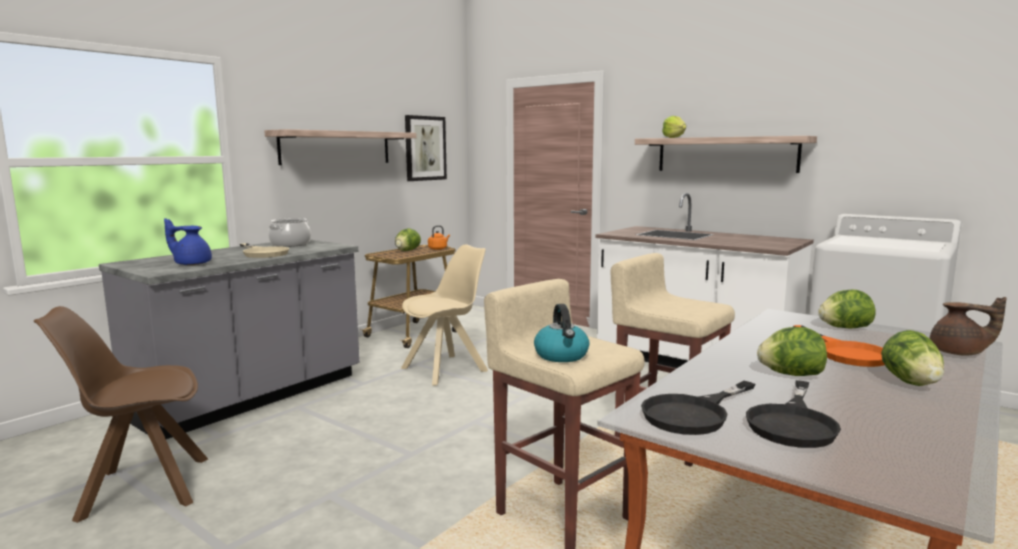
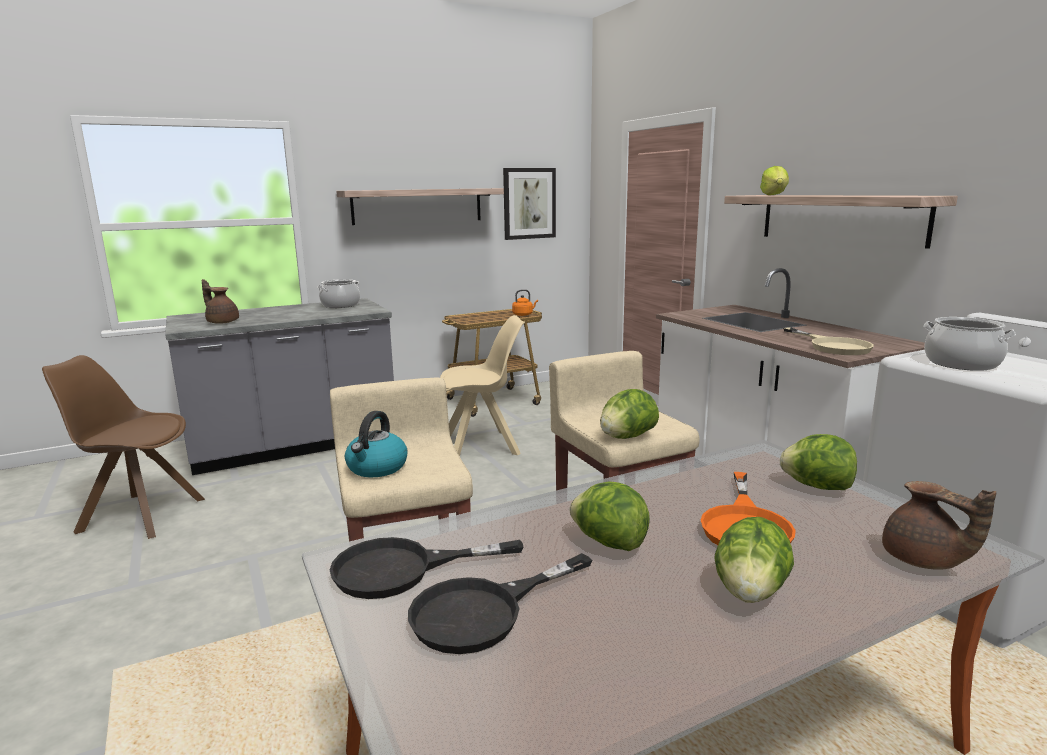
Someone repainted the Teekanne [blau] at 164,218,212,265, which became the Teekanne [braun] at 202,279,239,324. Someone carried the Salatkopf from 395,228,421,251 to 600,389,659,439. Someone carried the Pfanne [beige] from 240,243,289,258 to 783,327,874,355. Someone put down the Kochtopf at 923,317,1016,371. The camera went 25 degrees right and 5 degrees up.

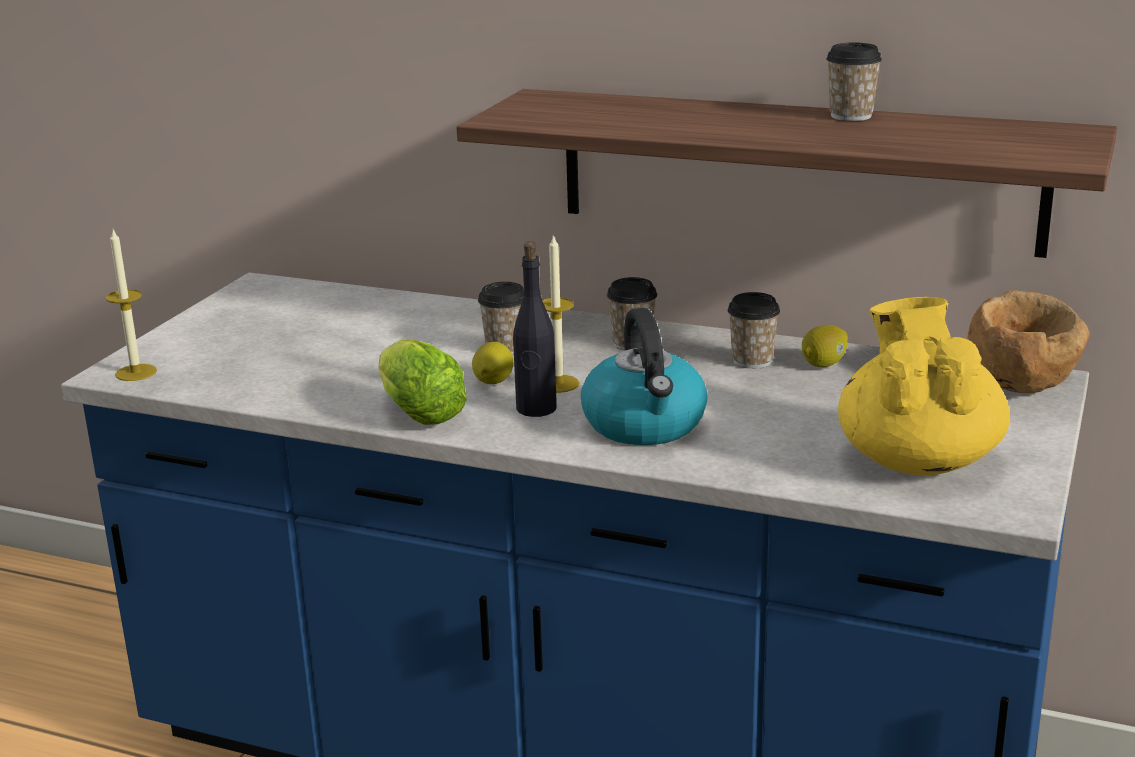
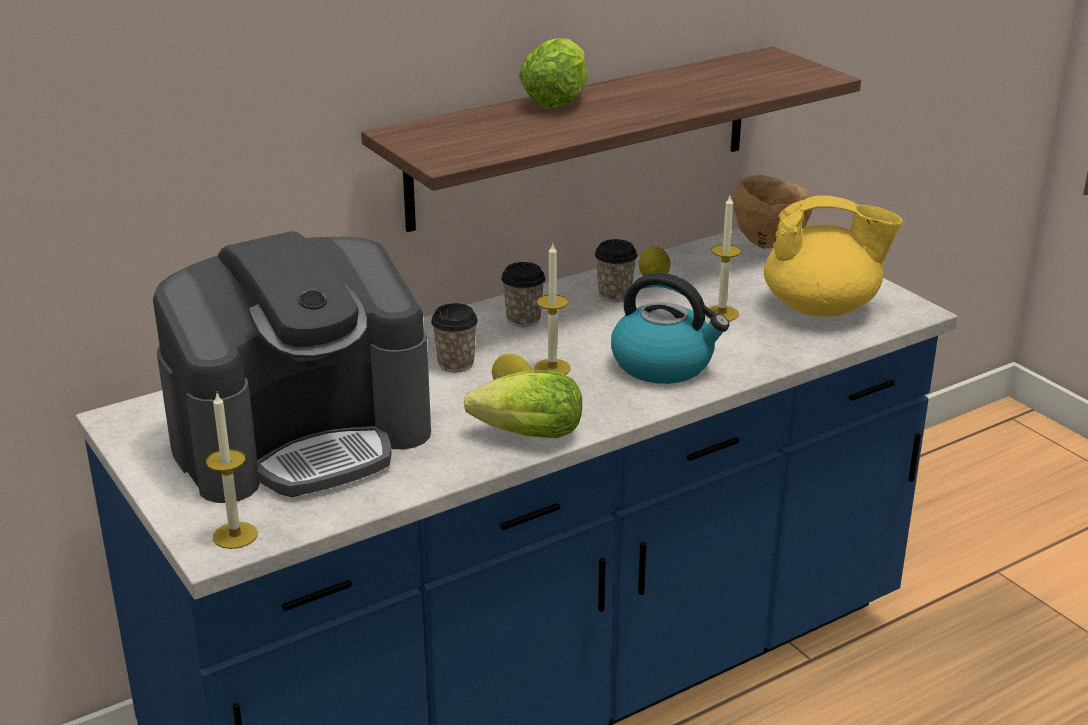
Someone took away the Tasse at 826,43,882,121. Someone took away the Flasche [schwarz] at 513,241,557,417. Someone rotated the Teekanne [gelb] at 838,297,1010,475 by 150 degrees clockwise. Someone put down the Salatkopf at 519,38,587,108. Someone put down the Kerze at 706,196,741,321. Someone put down the Kaffeemaschine at 153,231,431,503. The camera went 55 degrees left and 5 degrees up.

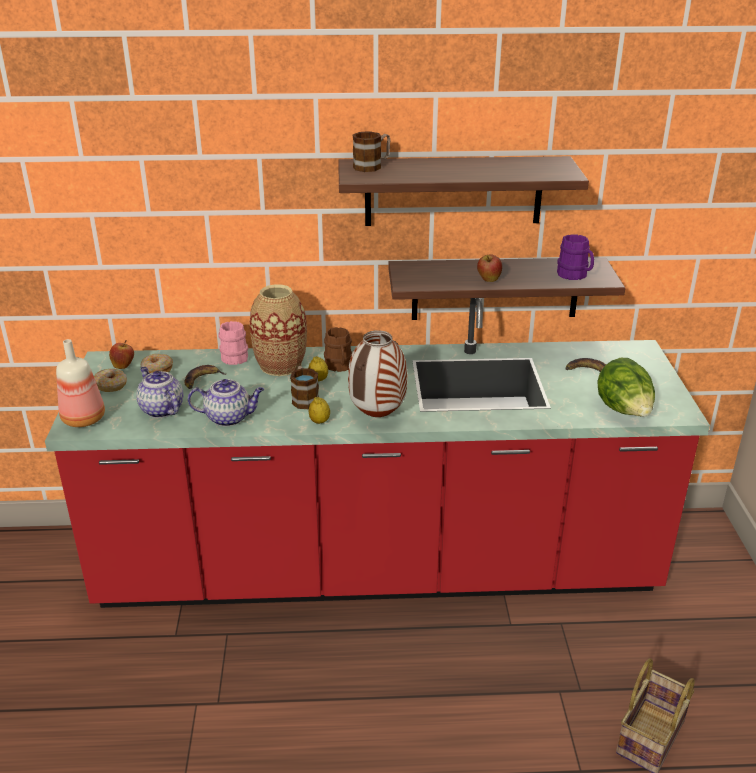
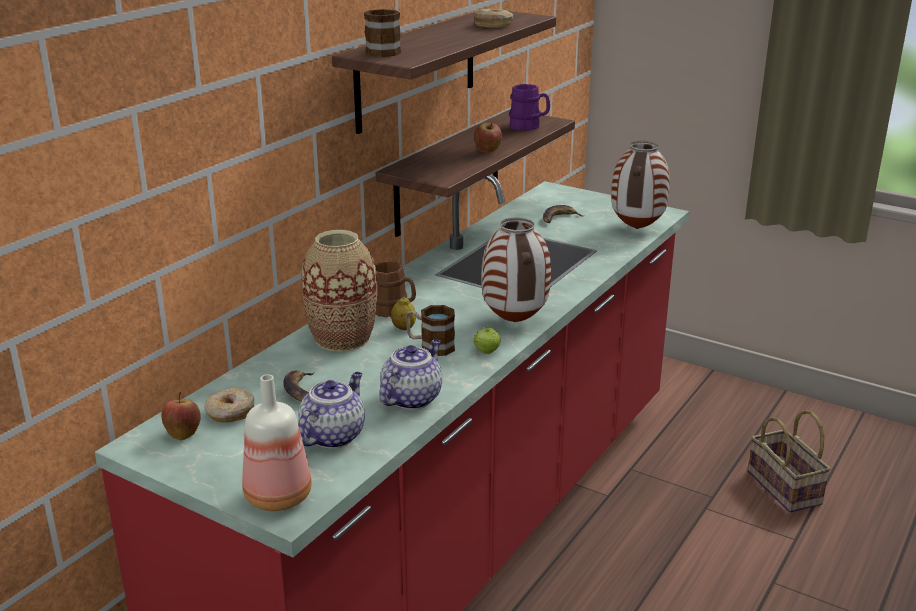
Someone took away the Henkelbecher [rosa] at 218,321,248,365. Someone swapped the Salatkopf at 597,358,655,417 for the Vase at 611,141,670,229. Someone rotated the Teekanne at 136,367,184,418 by 120 degrees clockwise. Someone carried the Donut from 94,369,127,392 to 474,9,513,28. Someone swapped the Zitrone at 308,397,330,424 for the Apfel at 474,326,501,354. The camera went 55 degrees left and 5 degrees down.

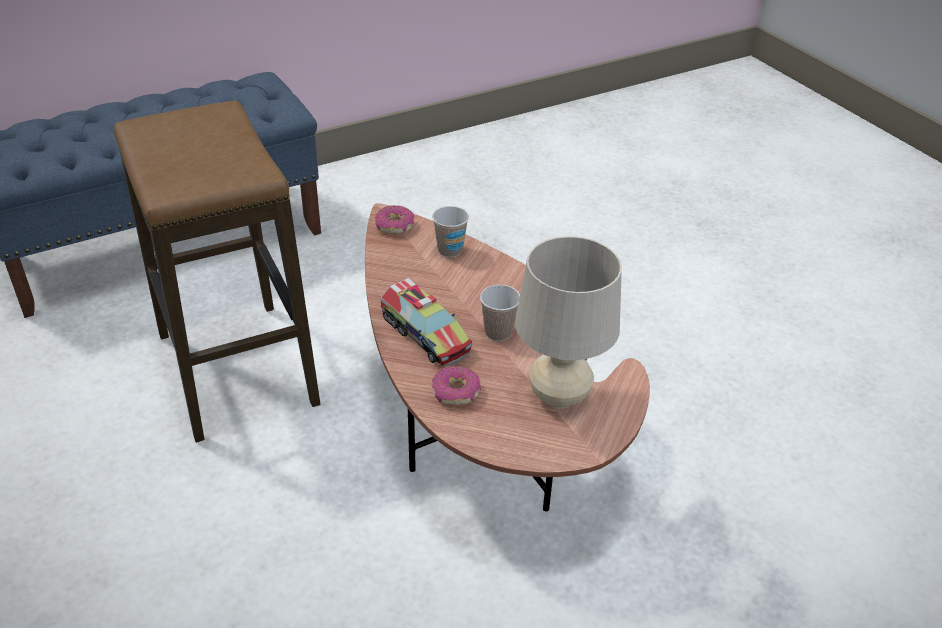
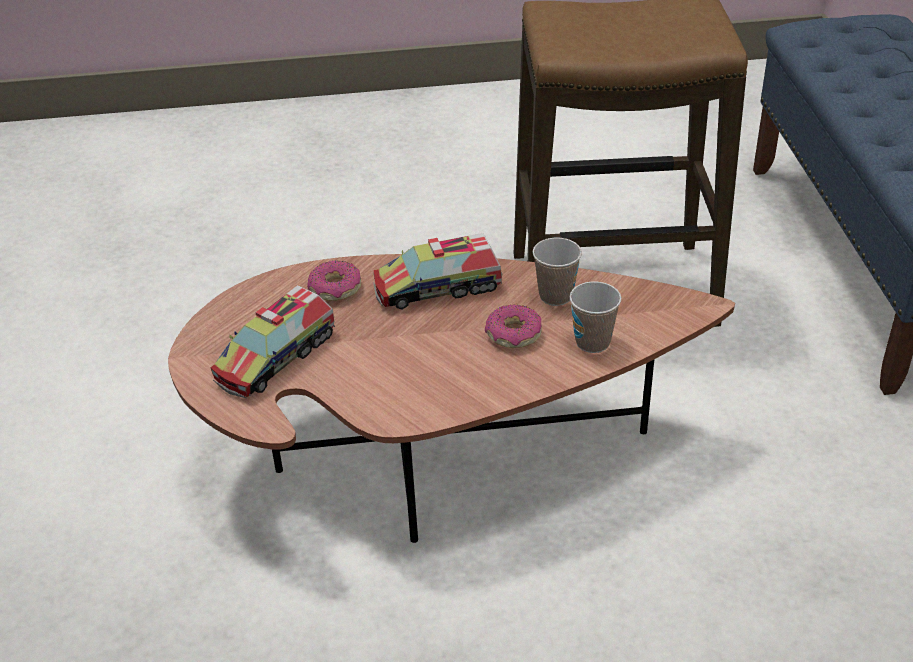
Someone carried the Donut from 375,205,414,234 to 485,305,542,348. Someone swapped the Tischlampe [beige] at 515,236,622,408 for the Spielzeuglaster at 210,285,335,398. Someone carried the Tasse from 480,285,520,341 to 533,238,582,306. The camera went 115 degrees right and 0 degrees up.

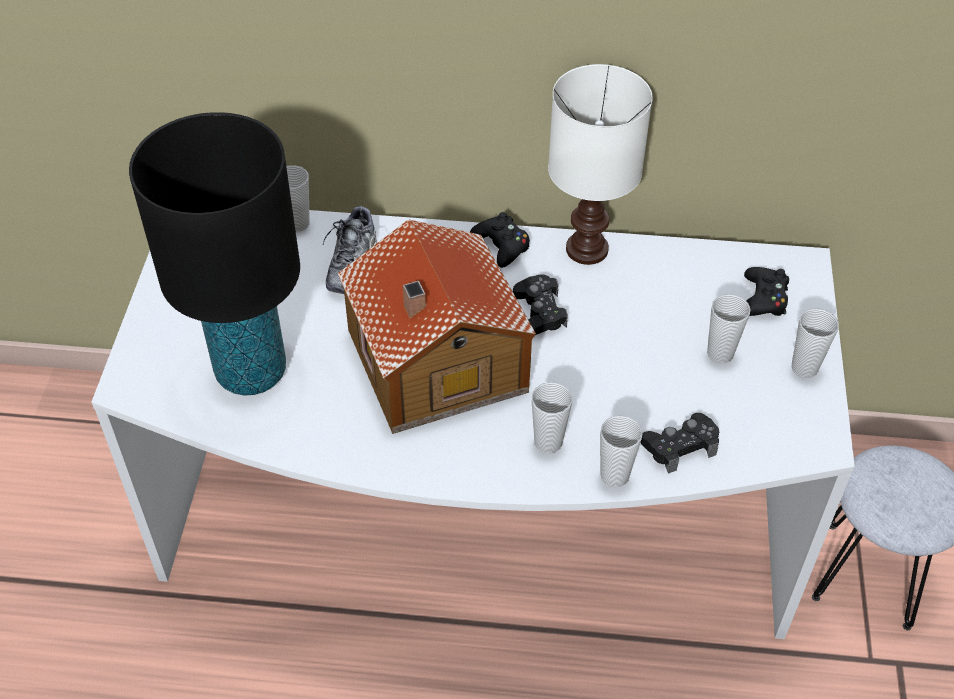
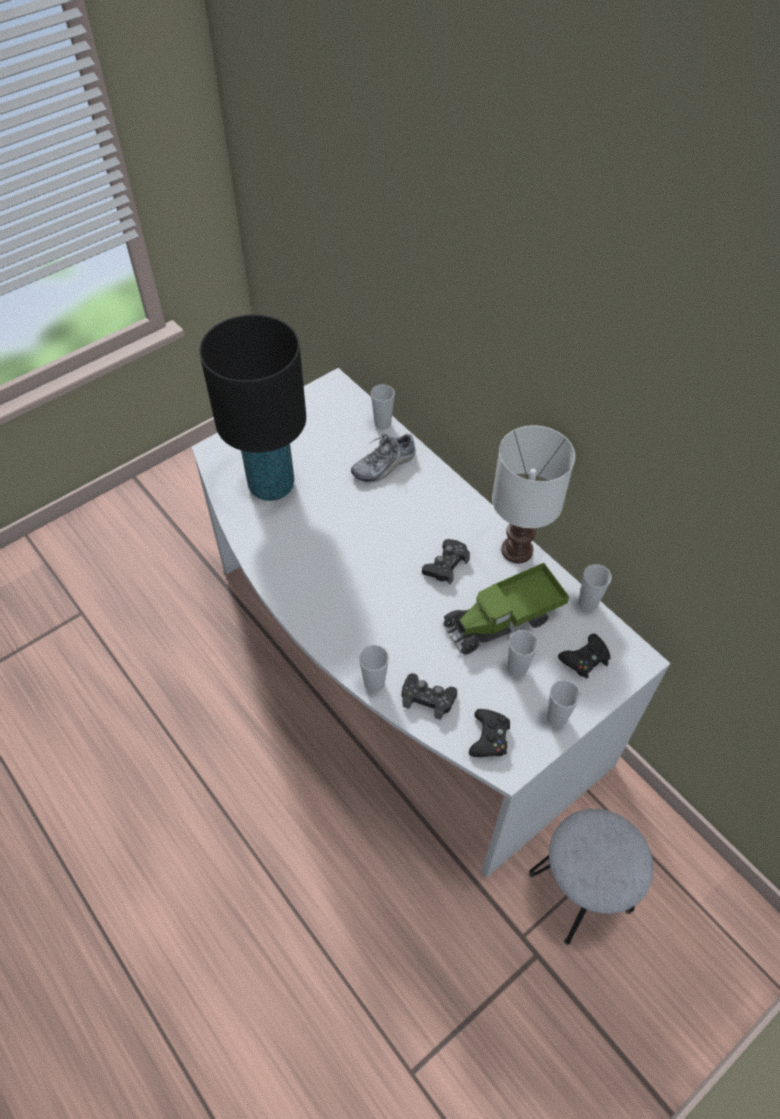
Someone carried the Gamepad [schwarz] from 470,212,530,268 to 469,709,510,757. Someone took away the Spielzeughaus at 338,219,536,434. Someone carried the Tasse from 532,382,572,453 to 579,564,612,611. Someone put down the Spielzeuglaster at 442,563,569,655. The camera went 45 degrees right and 5 degrees up.

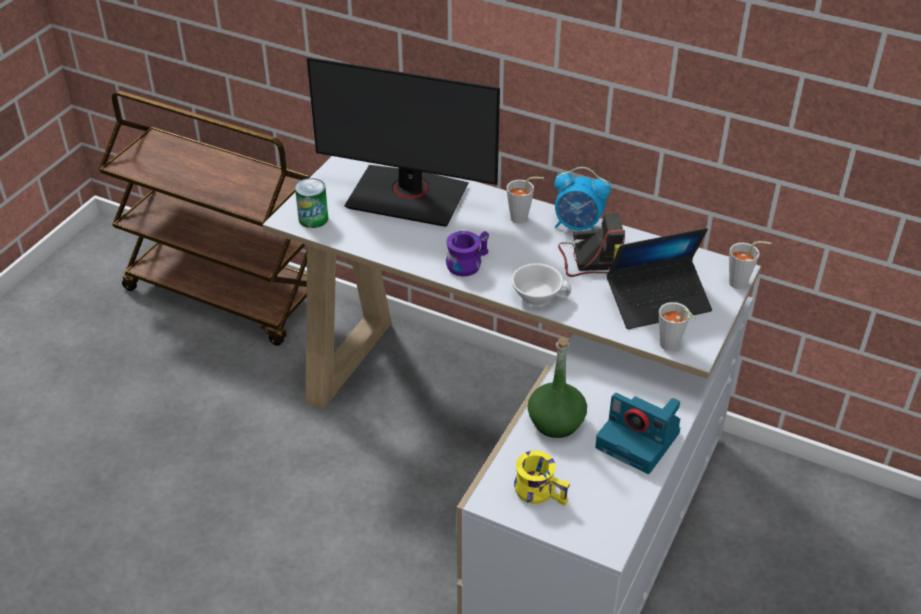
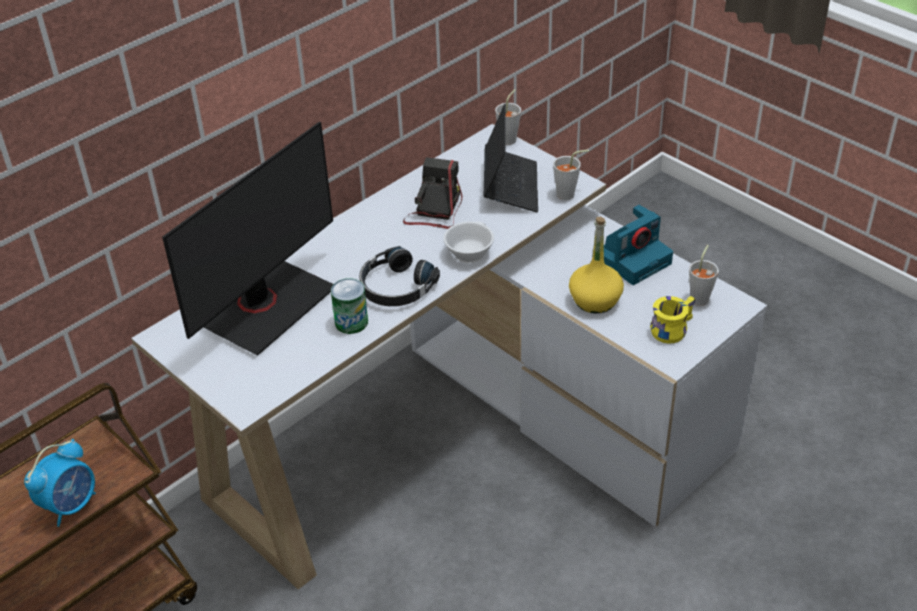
Someone carried the Wecker from 554,167,611,231 to 24,439,96,527. Someone carried the Tasse [grau] from 507,177,544,224 to 689,245,719,306. Someone carried the Dose from 295,178,328,228 to 331,278,368,334. Someone swapped the Henkelbecher [lila] at 446,231,489,277 for the Kopfhörer [schwarz] at 359,246,440,306. Someone repainted the Flasche [grün] at 528,337,587,438, which became the Flasche [gelb] at 569,217,624,313. The camera went 70 degrees left and 0 degrees up.

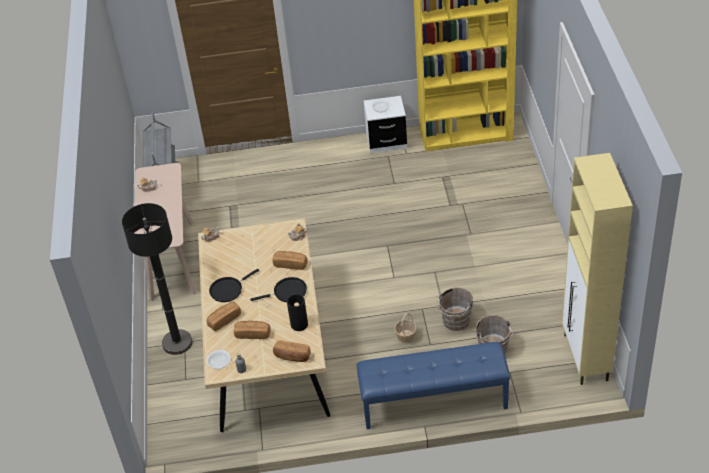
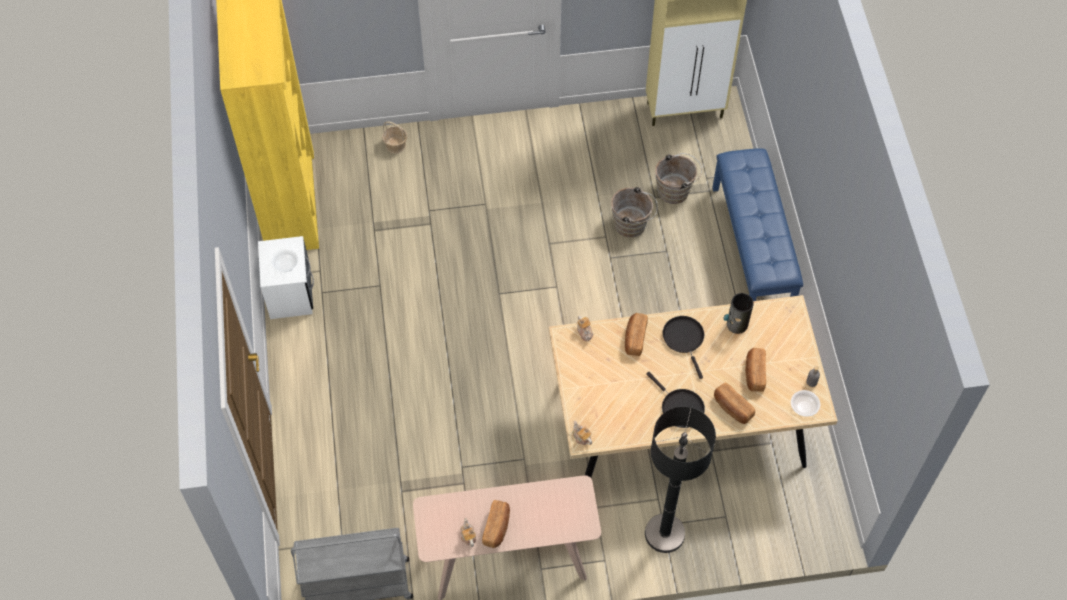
Someone carried the Korb from 394,312,417,344 to 382,121,407,154. Someone carried the Brot from 273,340,311,362 to 482,500,510,548. The camera went 95 degrees left and 15 degrees up.

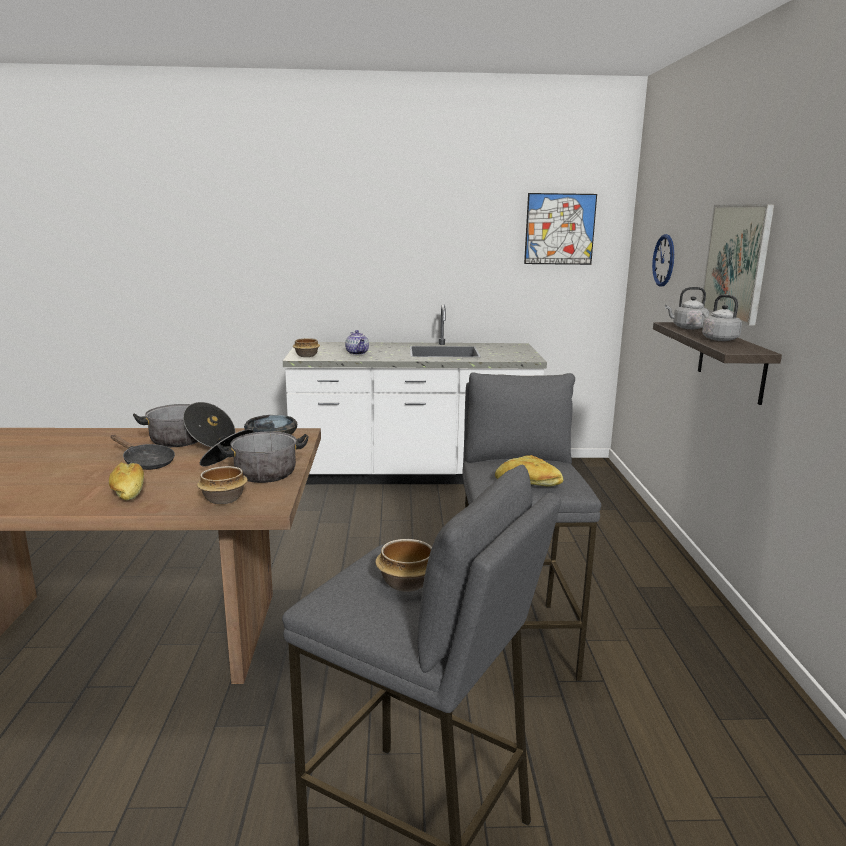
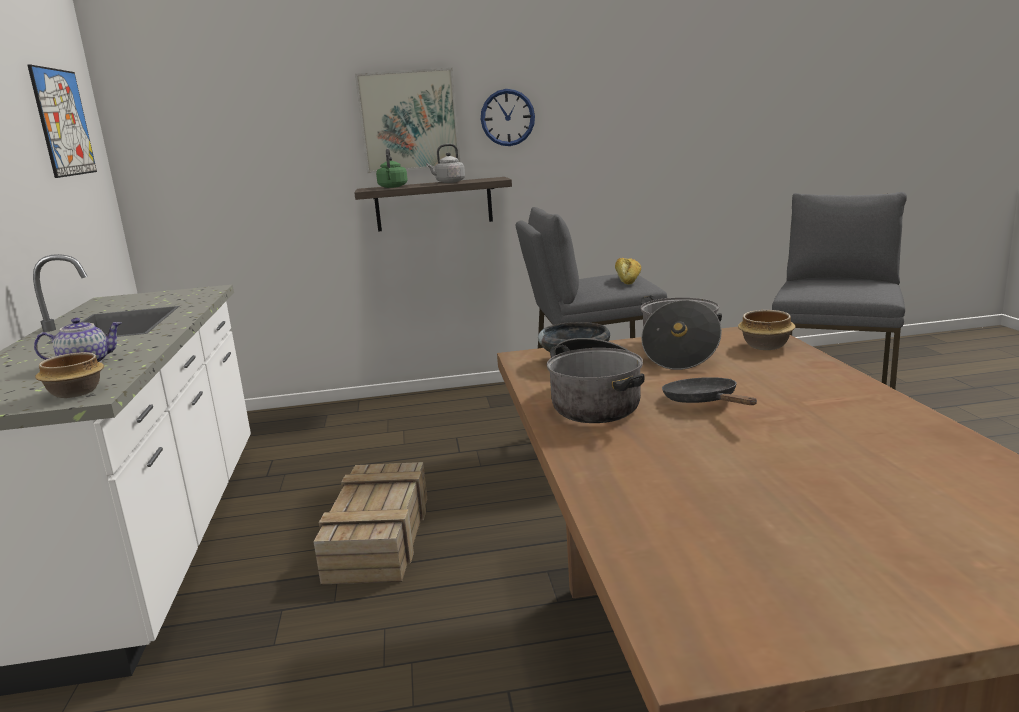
Someone carried the Wanduhr from 652,234,674,287 to 481,89,535,146. Someone repainted the Wasserkessel [grau] at 665,287,709,329, which became the Wasserkessel [grün] at 376,148,408,188. Someone rotated the Pfanne [schwarz] at 111,435,175,470 by 45 degrees counterclockwise. Someone took away the Brot at 109,462,144,501. Someone took away the Schüssel at 375,539,432,592. Someone put down the Kiste at 313,462,427,584. The camera went 95 degrees left and 0 degrees up.

